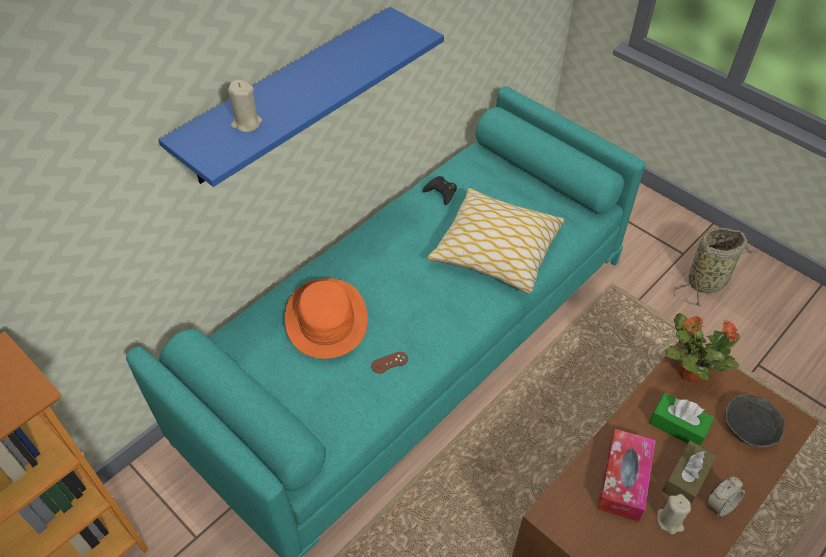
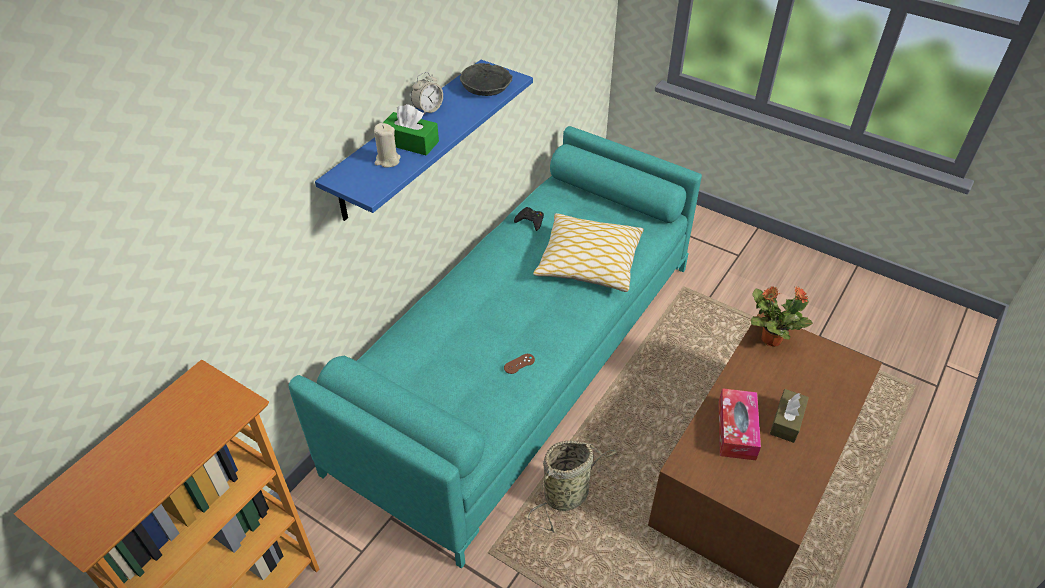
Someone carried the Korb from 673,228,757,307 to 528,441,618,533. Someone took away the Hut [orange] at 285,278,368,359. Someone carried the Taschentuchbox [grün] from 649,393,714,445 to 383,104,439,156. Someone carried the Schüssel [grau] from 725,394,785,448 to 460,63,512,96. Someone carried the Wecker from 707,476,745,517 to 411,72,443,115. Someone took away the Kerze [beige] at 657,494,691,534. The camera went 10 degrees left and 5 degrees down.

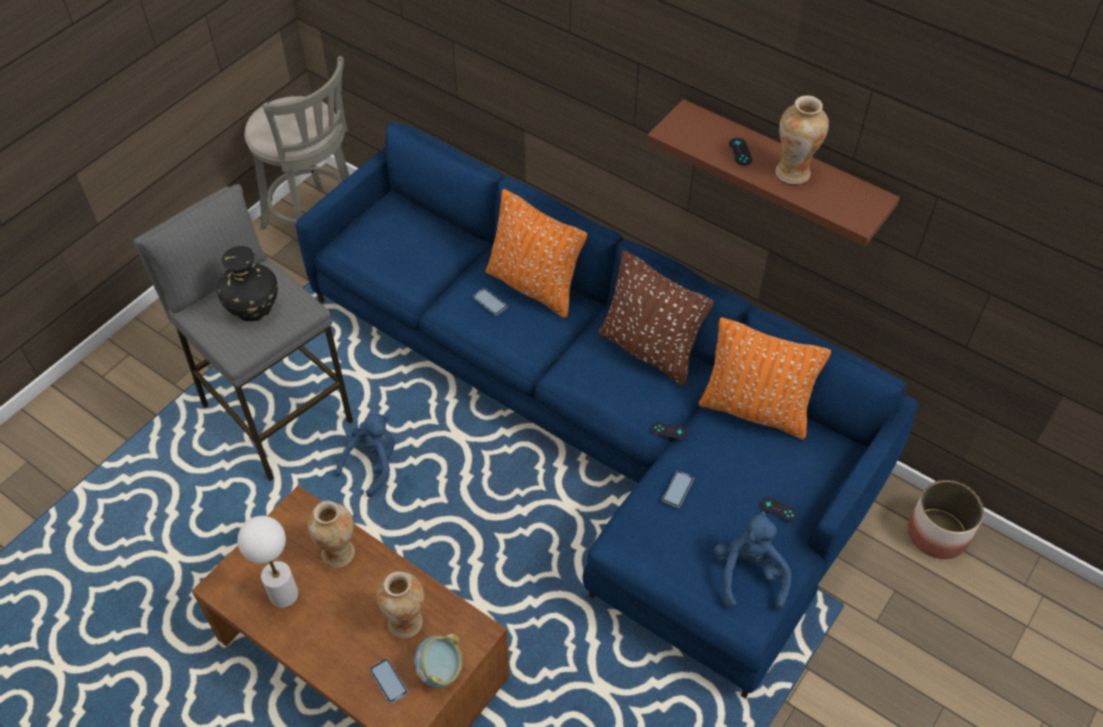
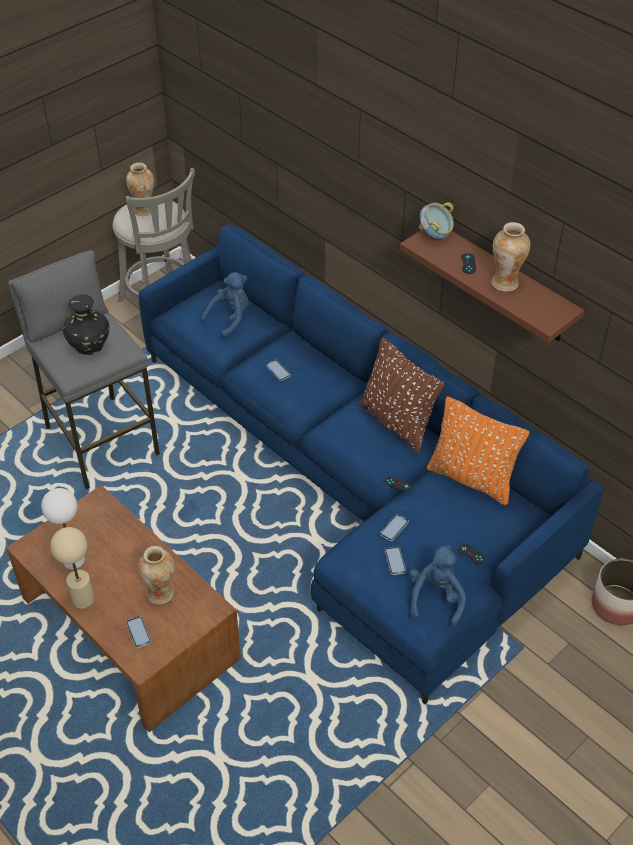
Someone took away the Kissen [orange] at 486,189,587,318. Someone carried the Plüschtier [blau] from 335,413,395,497 to 201,272,249,339. Someone carried the Vase from 307,501,355,568 to 126,163,154,216. Someone carried the Schüssel from 414,634,463,688 to 419,202,454,239. Someone put down the Tischlampe [beige] at 50,527,95,609. Someone put down the Handy at 384,546,406,575. The camera went 10 degrees right and 5 degrees down.

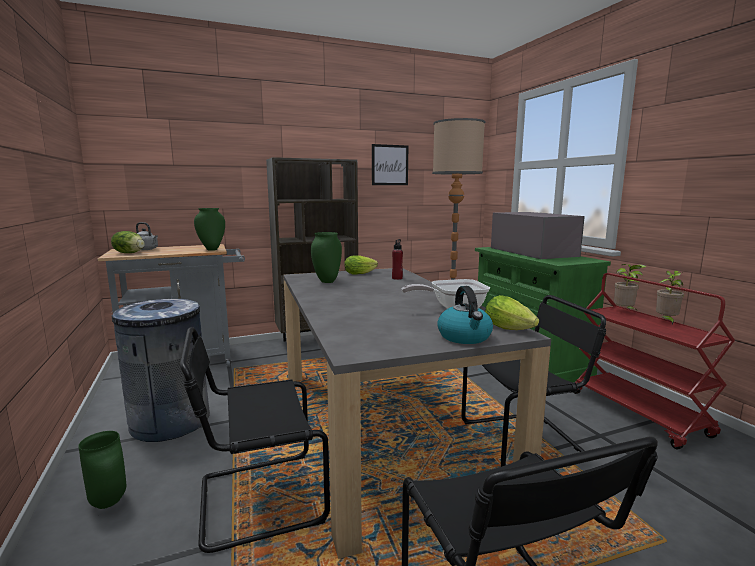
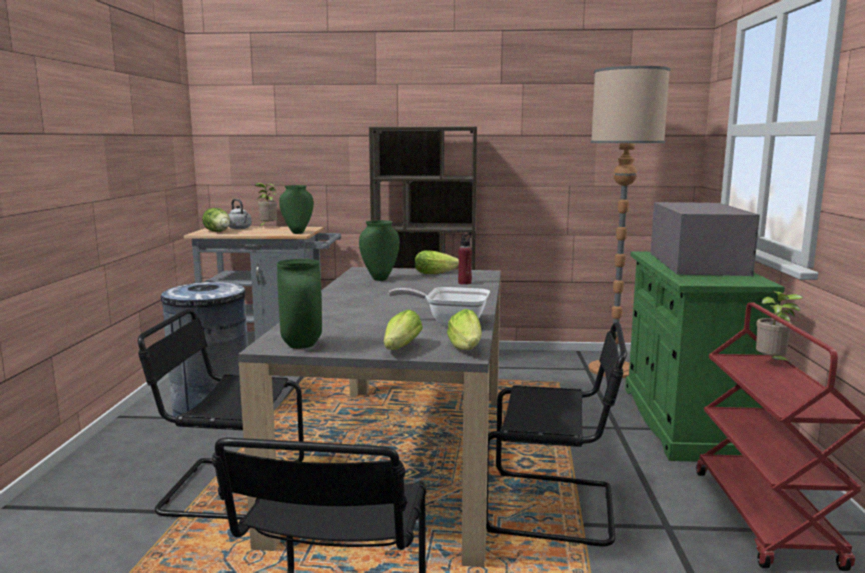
Someone took away the Bild at 372,144,408,185. Someone carried the Topfpflanze from 656,270,684,325 to 255,183,277,227. Someone swapped the Wasserkessel at 437,286,493,344 for the Salatkopf at 384,309,423,350. Someone carried the Vase [grün] from 78,431,127,509 to 277,259,322,349. The camera went 25 degrees right and 0 degrees up.

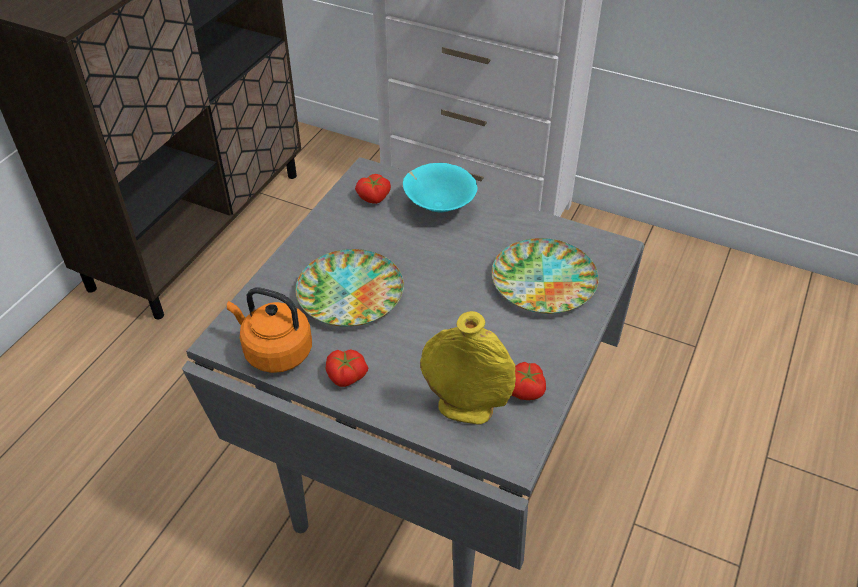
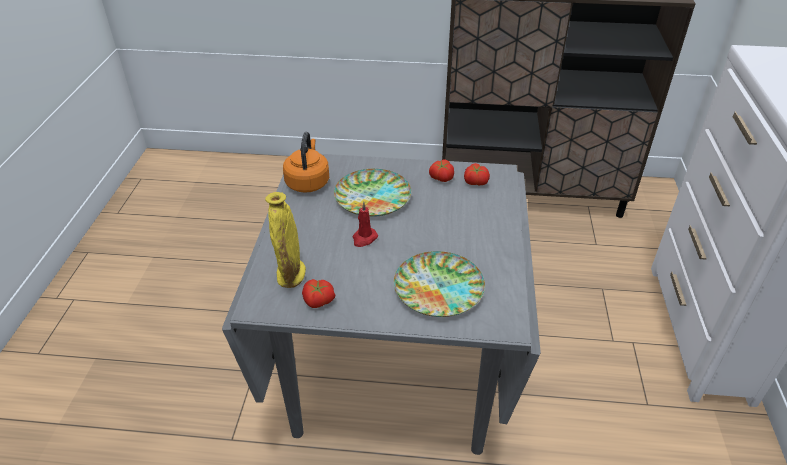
Someone took away the Schüssel [türkis] at 403,163,478,213. Someone carried the Tomate from 326,349,368,387 to 429,159,454,182. Someone put down the Kerze [rot] at 353,202,378,247. The camera went 70 degrees right and 5 degrees down.

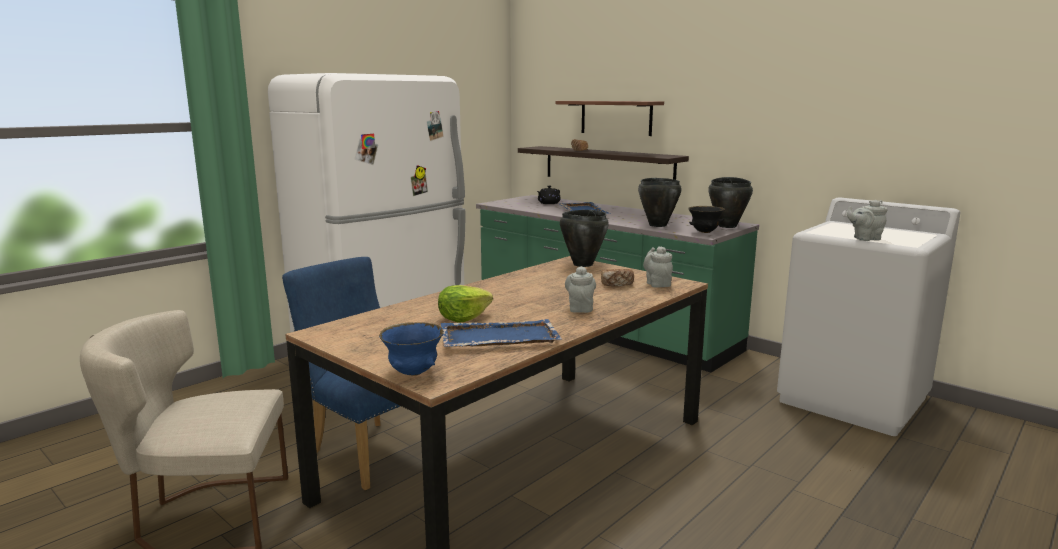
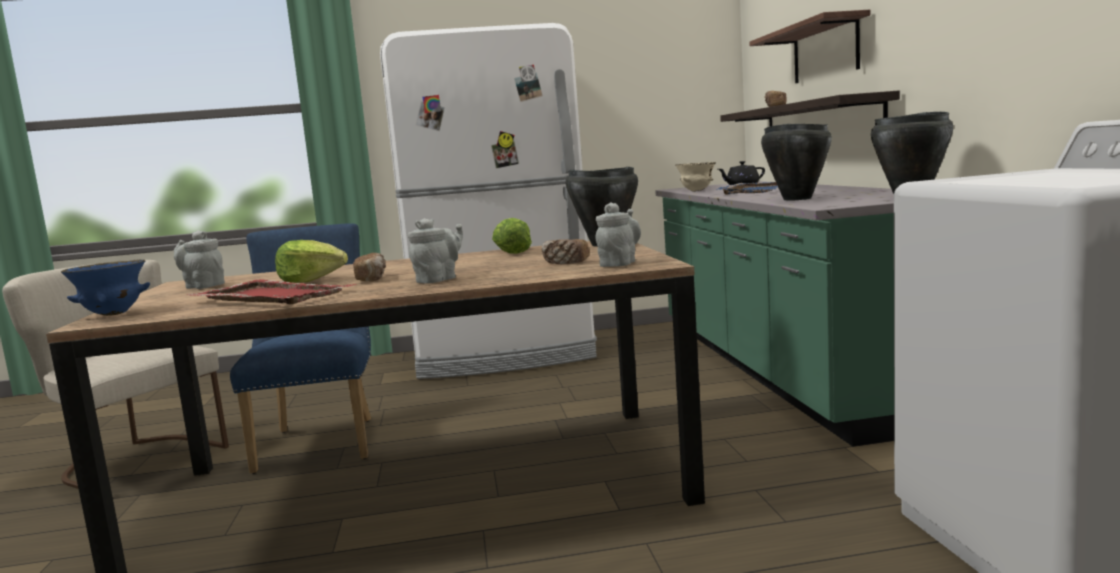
Someone carried the Teekanne [grau] from 847,200,888,241 to 174,230,225,289. Someone took away the Schüssel [schwarz] at 688,206,725,233. Someone repainted the Tablett [blau] at 440,319,562,346, which became the Tablett [rot] at 186,279,357,304. Someone put down the Schüssel [beige] at 675,162,716,191. Someone put down the Salatkopf at 492,218,532,254. Someone put down the Brot at 353,253,386,281. The camera went 40 degrees right and 5 degrees down.

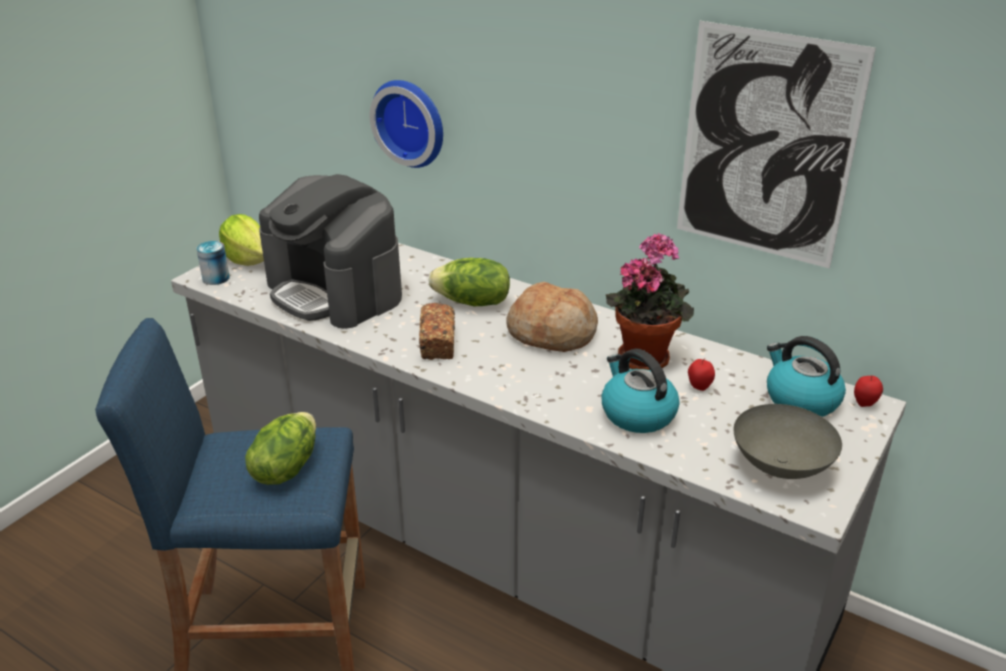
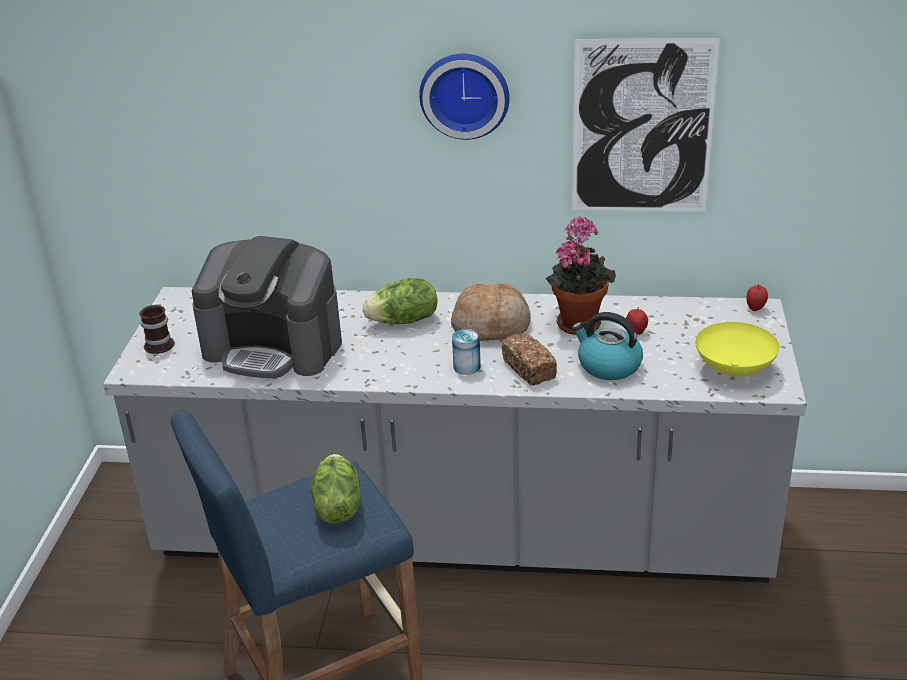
Someone carried the Wanduhr from 370,80,443,168 to 419,54,510,140. Someone swapped the Salatkopf at 219,214,264,266 for the Henkelbecher at 139,304,175,354. Someone carried the Dose from 196,241,230,285 to 452,329,481,375. Someone carried the Brot from 419,303,455,360 to 502,333,557,386. Someone took away the Wasserkessel at 767,336,846,417. Someone repainted the Schüssel [grau] at 733,404,842,479, which became the Schüssel [gelb] at 695,322,780,376. The camera went 25 degrees left and 0 degrees up.

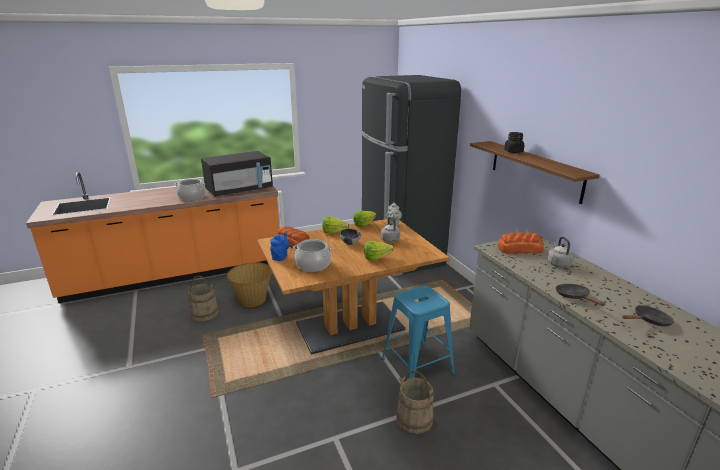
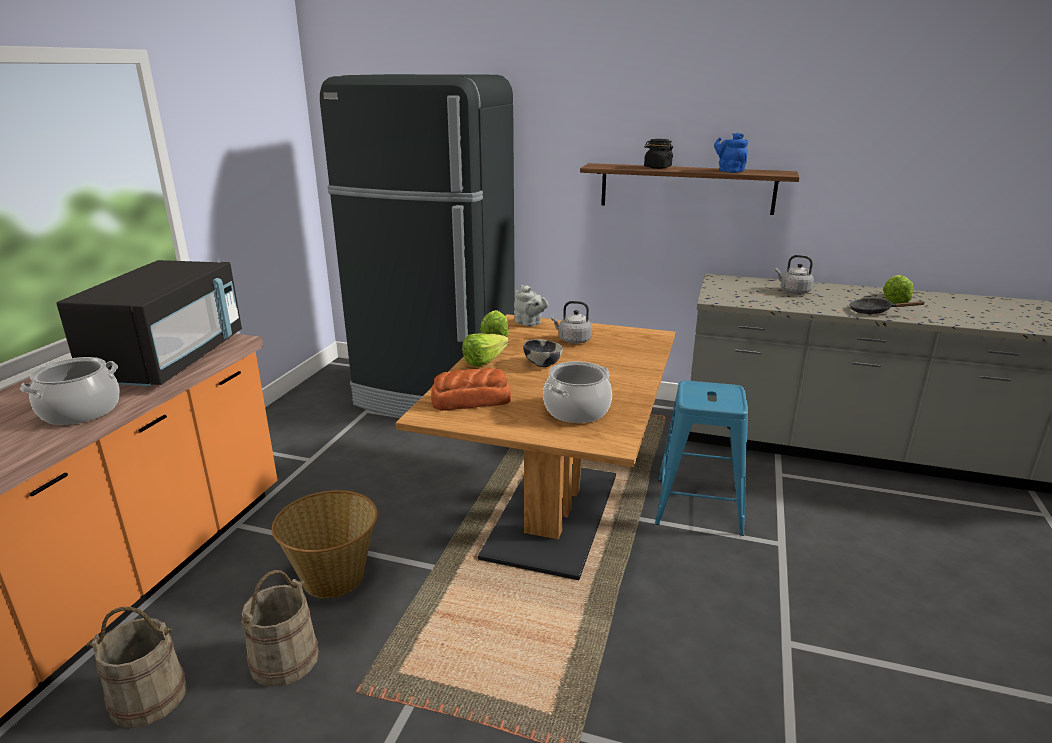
Someone carried the Teekanne [blau] from 270,232,290,261 to 714,133,748,173. Someone took away the Brot at 497,232,544,254. Someone carried the Salatkopf from 364,241,394,261 to 883,275,913,304. Someone took away the Pfanne [schwarz] at 622,305,674,326. Someone carried the Eimer [beige] from 396,370,435,434 to 86,607,187,728. The camera went 50 degrees left and 0 degrees up.

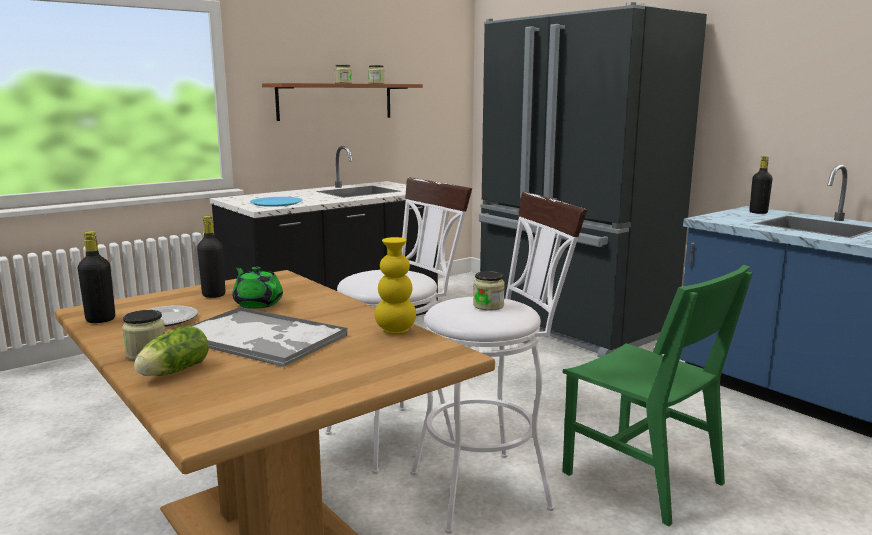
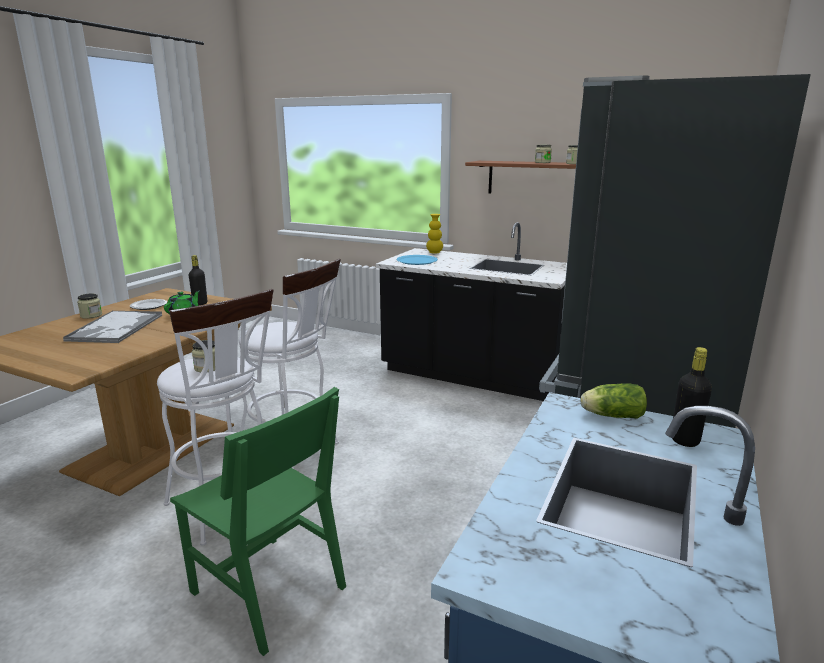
Someone took away the Flasche [schwarz] at 78,231,115,323. Someone carried the Vase [gelb] from 375,237,416,334 to 426,214,443,254. Someone rotated the Stuhl [grün] at 562,265,753,526 by 75 degrees counterclockwise. Someone carried the Salatkopf from 134,325,209,376 to 581,383,647,419. The camera went 65 degrees right and 5 degrees up.

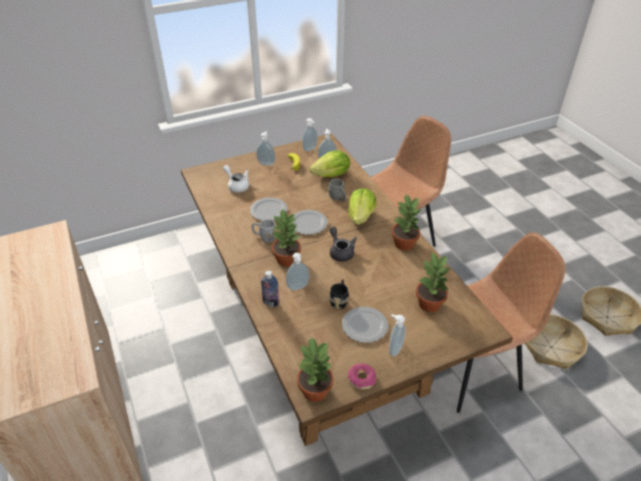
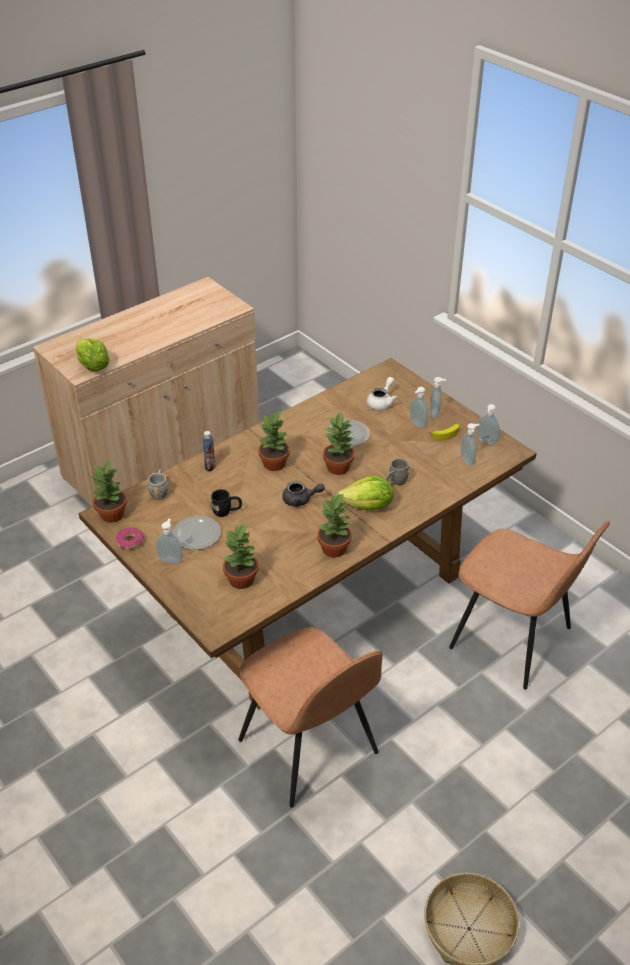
Someone carried the Salatkopf from 309,151,350,177 to 76,338,110,371. Someone swapped the Teller at 293,210,328,235 for the Topfpflanze at 323,412,356,475. Someone carried the Henkelbecher [grau] from 251,219,277,243 to 148,469,168,500. Someone rotated the Teekanne [grau] at 330,227,357,262 by 45 degrees clockwise. Someone carried the Seifenspender from 286,253,309,291 to 410,387,428,428. Someone took away the Korb at 525,314,587,369. The camera went 75 degrees right and 0 degrees up.

